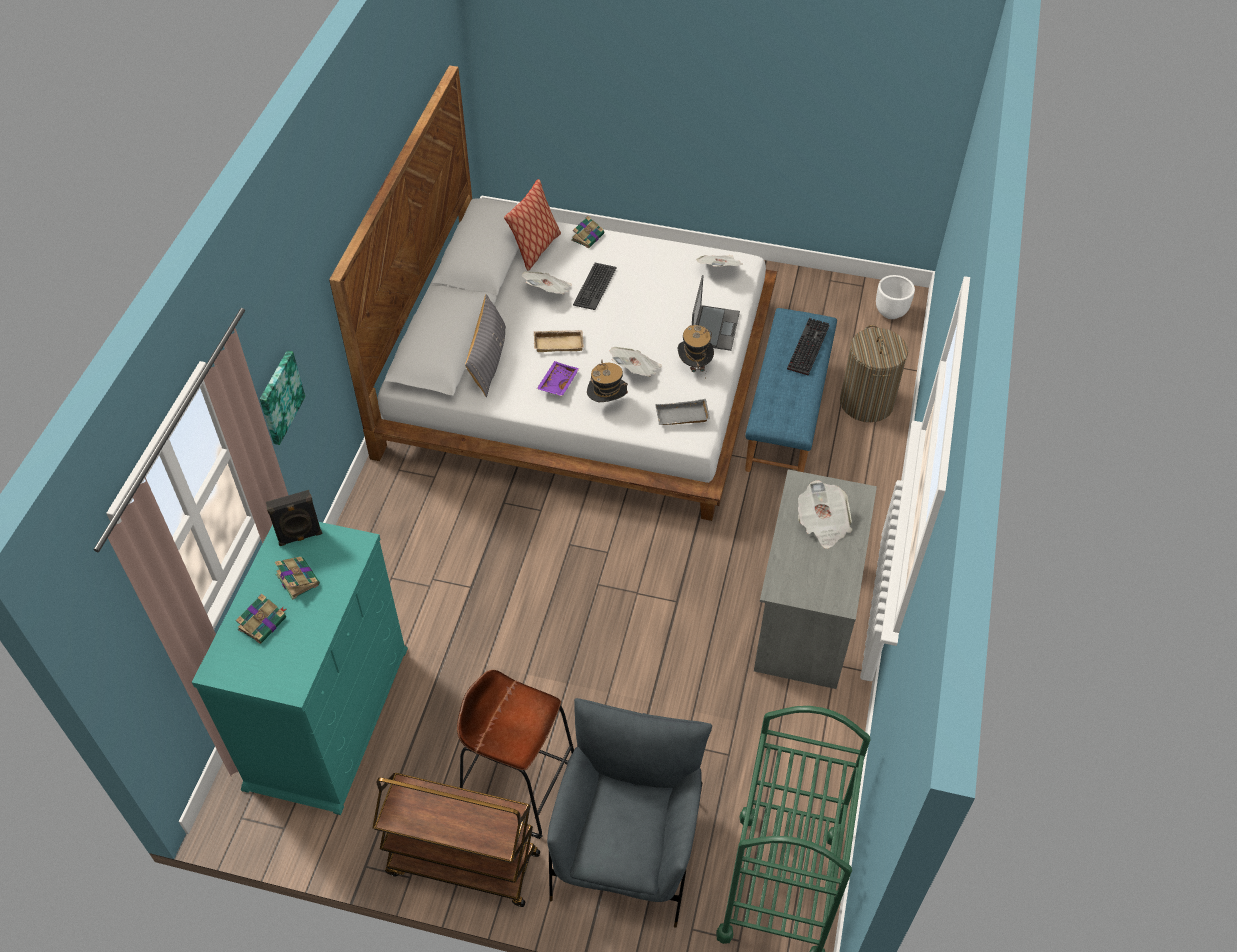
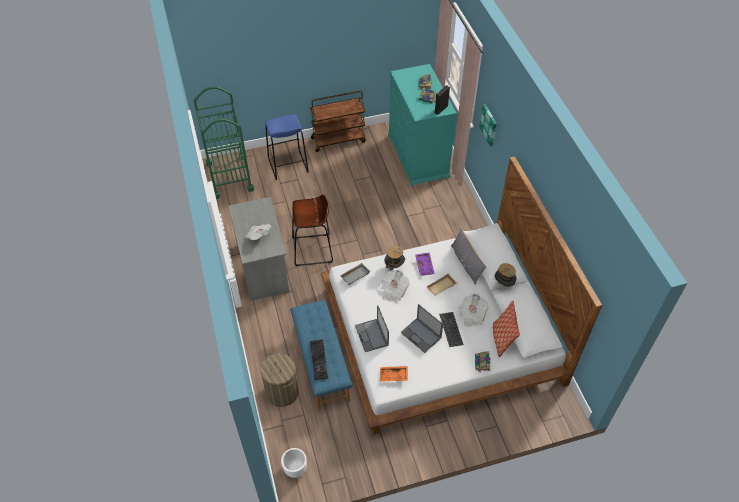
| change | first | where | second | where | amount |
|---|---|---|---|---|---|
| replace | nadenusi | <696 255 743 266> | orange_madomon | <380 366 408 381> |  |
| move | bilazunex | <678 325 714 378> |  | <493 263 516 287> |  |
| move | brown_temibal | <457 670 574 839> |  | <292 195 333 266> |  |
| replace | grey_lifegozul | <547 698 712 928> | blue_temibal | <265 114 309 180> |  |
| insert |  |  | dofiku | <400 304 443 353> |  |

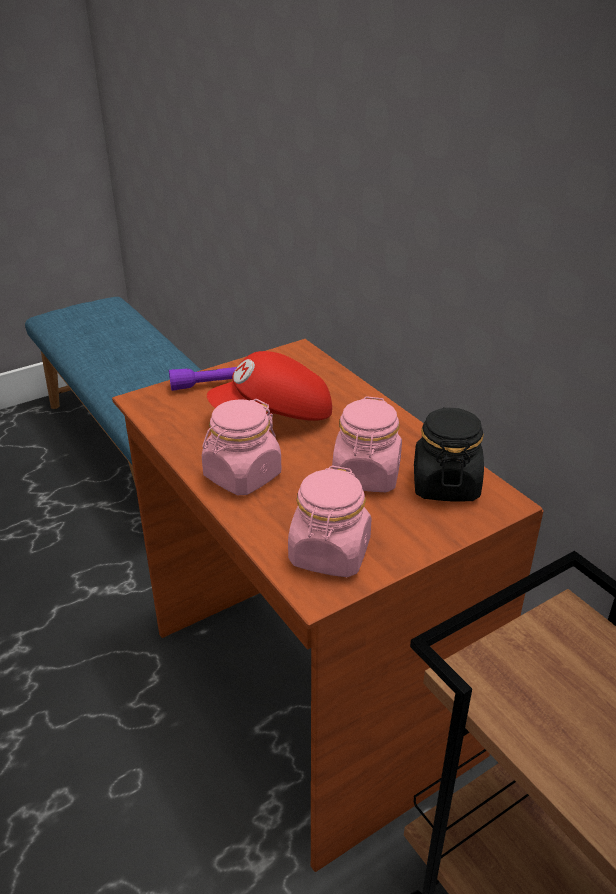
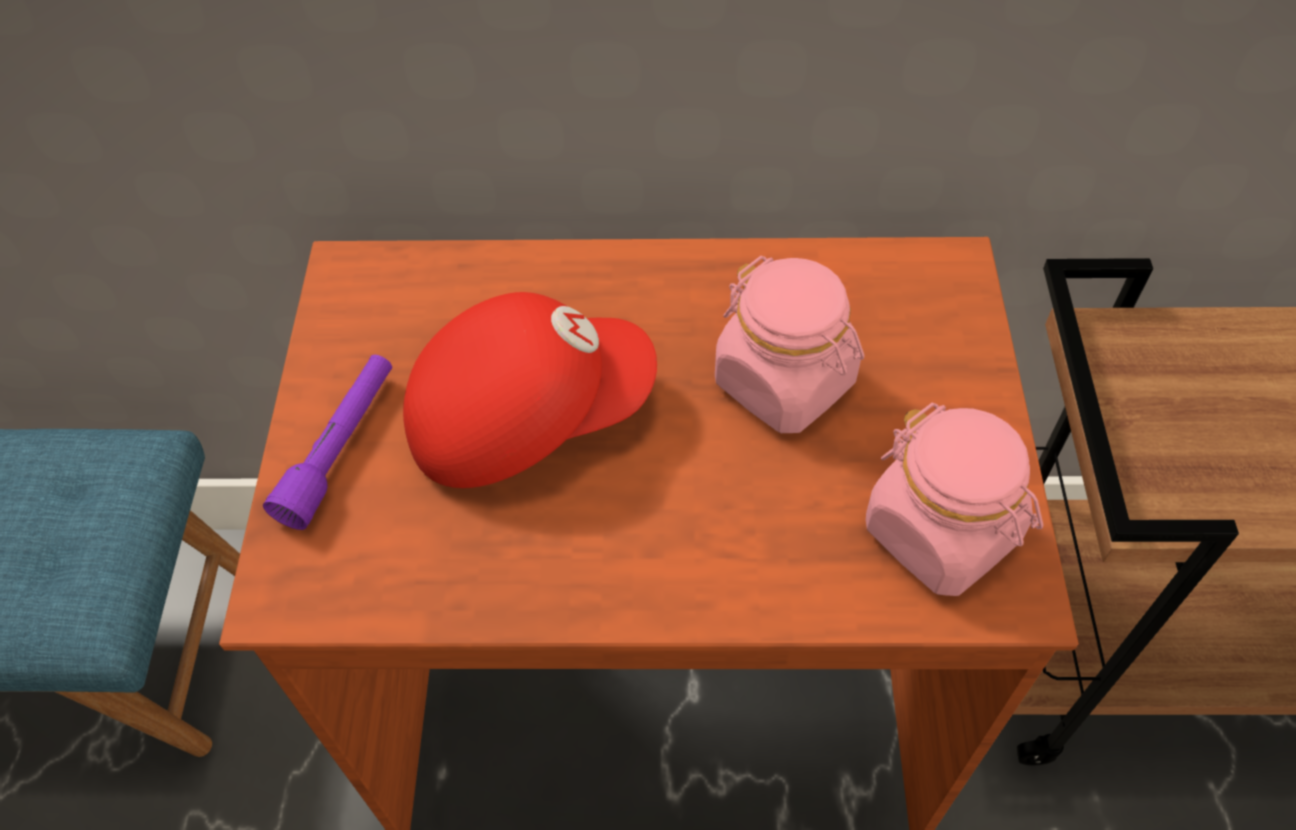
| change | first | where | second | where | amount |
|---|---|---|---|---|---|
| rotate | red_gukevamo | <207 351 332 421> |  | <403 292 657 488> | 120 degrees counterclockwise |
| delete | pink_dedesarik | <202 399 281 495> |  |  |  |
| delete | black_dedesarik | <414 407 484 501> |  |  |  |

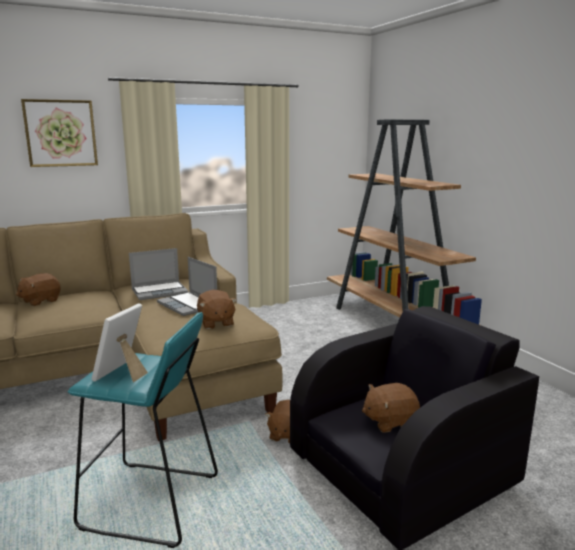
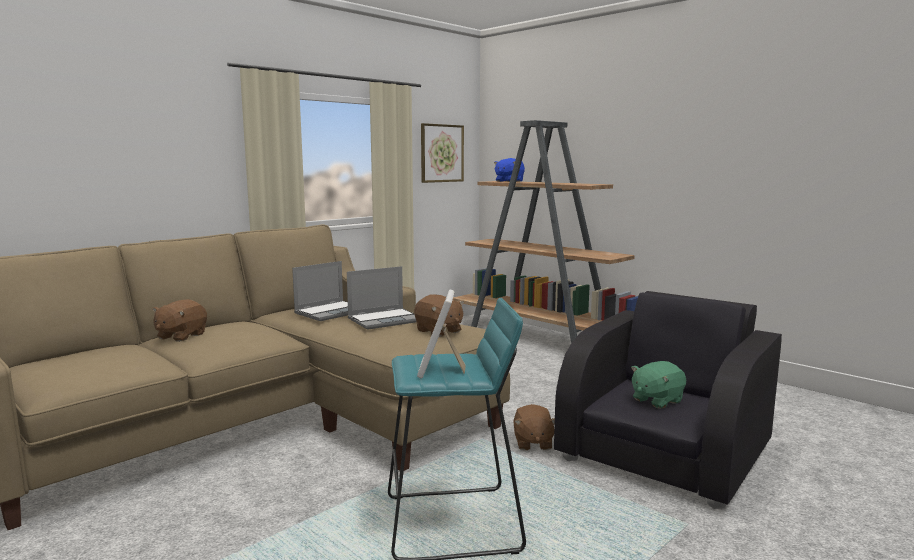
| change | first | where | second | where | amount |
|---|---|---|---|---|---|
| move | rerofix | <21 99 98 167> |  | <421 123 464 183> |  |
| rotate | dofiku | <157 257 217 316> |  | <347 266 416 330> | 60 degrees counterclockwise |
| recolor | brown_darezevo | <362 383 420 433> | green_darezevo | <631 361 686 408> |  |
| insert |  |  | blue_darezevo | <494 158 525 182> |  |

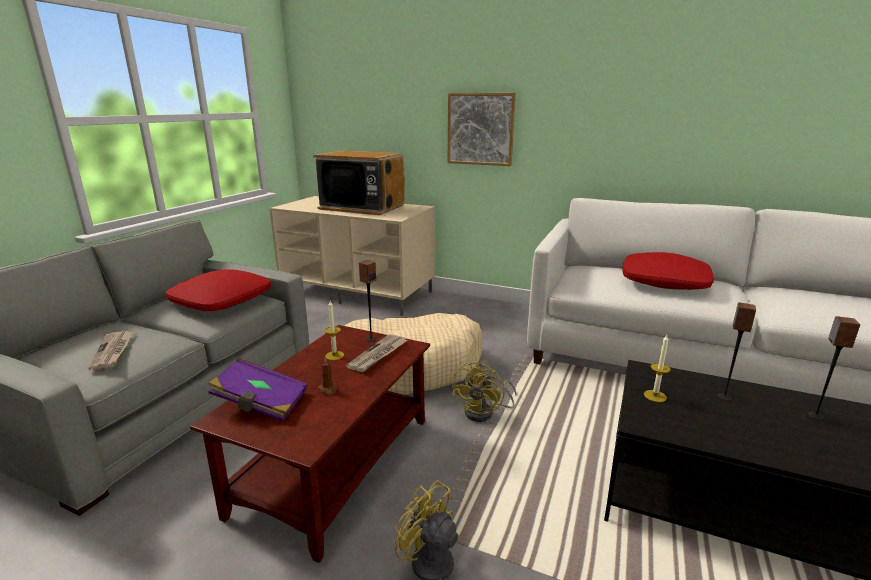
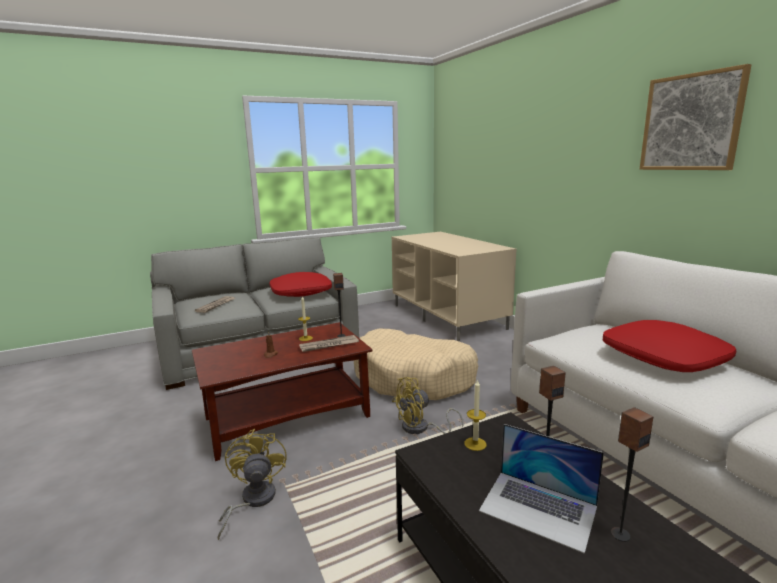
| change | first | where | second | where | amount |
|---|---|---|---|---|---|
| move | rerofix | <447 93 516 166> |  | <640 64 752 170> |  |
| delete | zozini | <313 151 405 215> |  |  |  |
| delete | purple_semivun | <208 358 307 422> |  |  |  |
| insert |  |  | dofiku | <479 424 604 554> |  |

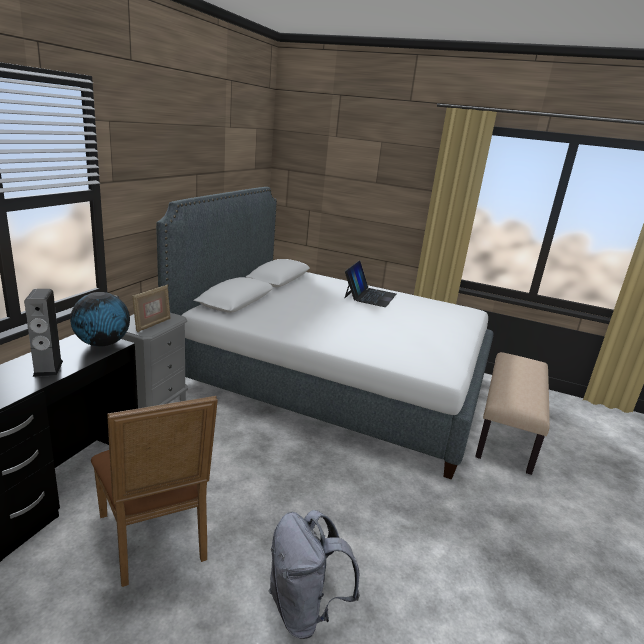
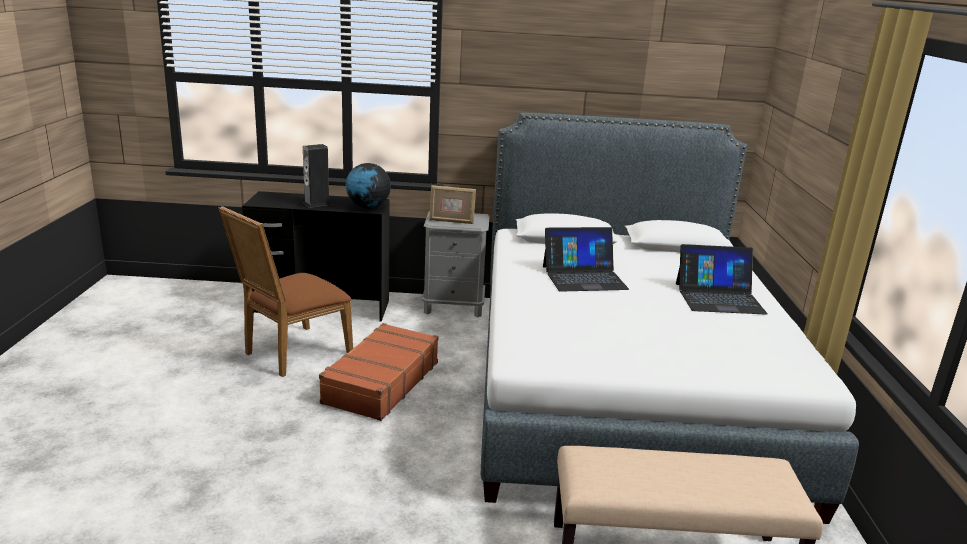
| change | first | where | second | where | amount |
|---|---|---|---|---|---|
| delete | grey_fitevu | <269 510 360 639> |  |  |  |
| insert |  |  | dofiku | <543 227 629 292> |  |
| insert |  |  | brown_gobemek | <319 323 439 421> |  |

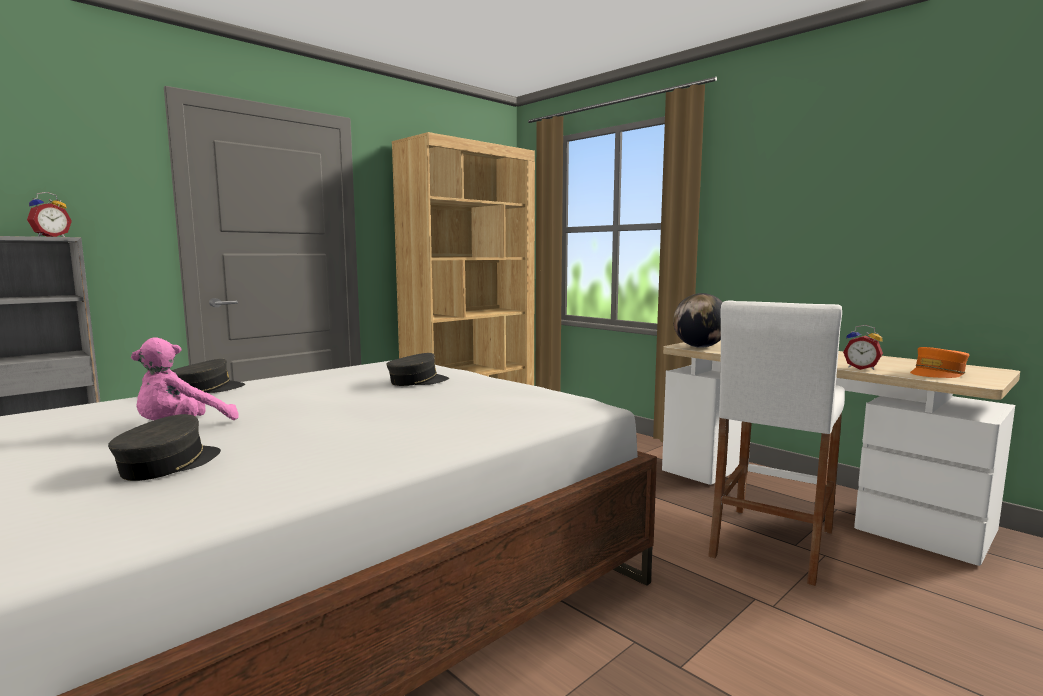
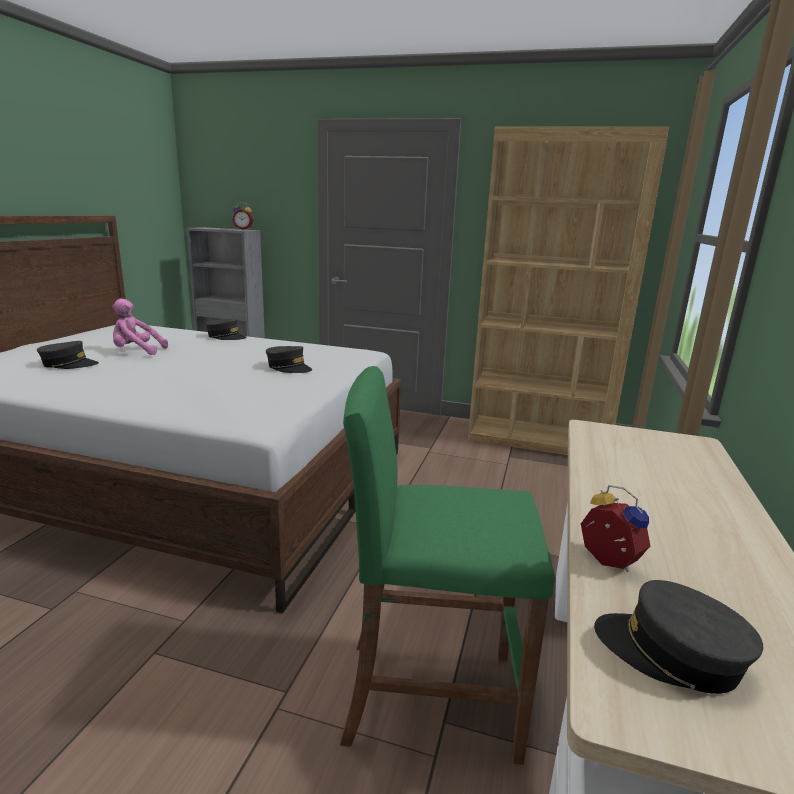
| change | first | where | second | where | amount |
|---|---|---|---|---|---|
| delete | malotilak | <673 293 723 348> |  |  |  |
| recolor | white_temibal | <708 301 845 586> | green_temibal | <340 366 555 765> |  |
| rotate | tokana | <843 325 883 370> |  | <581 485 650 572> | 135 degrees clockwise |
| recolor | orange_gukevamo | <910 347 969 378> | grey_gukevamo | <594 580 763 694> |  |

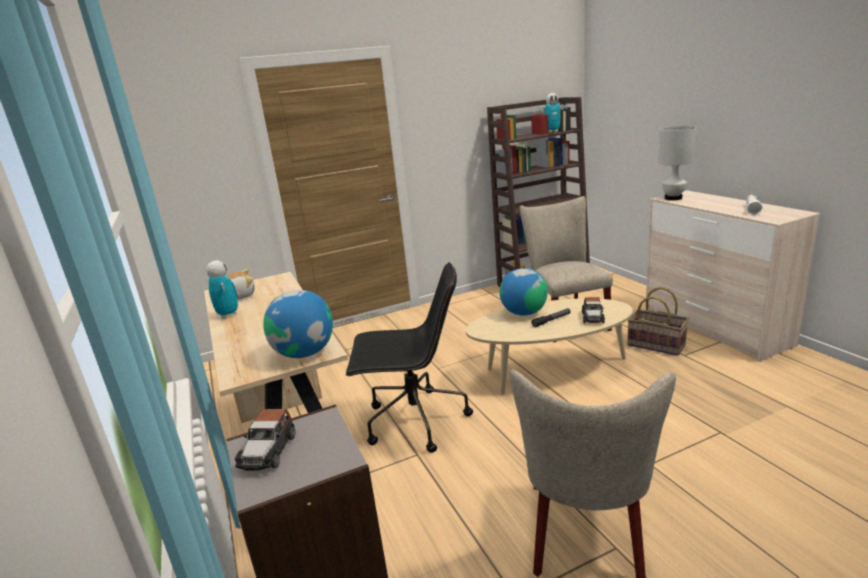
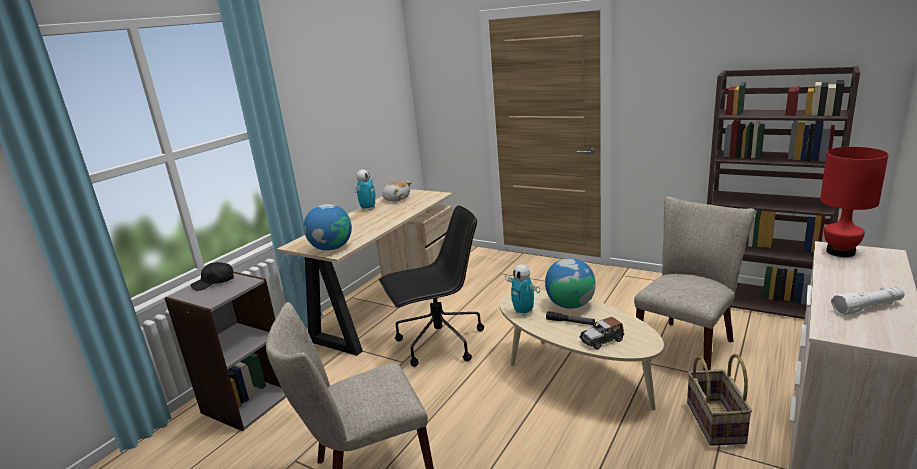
| change | first | where | second | where | amount |
|---|---|---|---|---|---|
| move | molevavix | <537 93 568 133> |  | <505 264 540 316> |  |
| recolor | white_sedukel | <658 126 696 200> | red_sedukel | <820 147 889 257> |  |
| rotate | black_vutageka | <346 262 473 453> |  | <379 205 484 367> | 75 degrees counterclockwise |
| replace | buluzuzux | <235 409 296 470> | black_gukevamo | <191 262 234 291> |  |

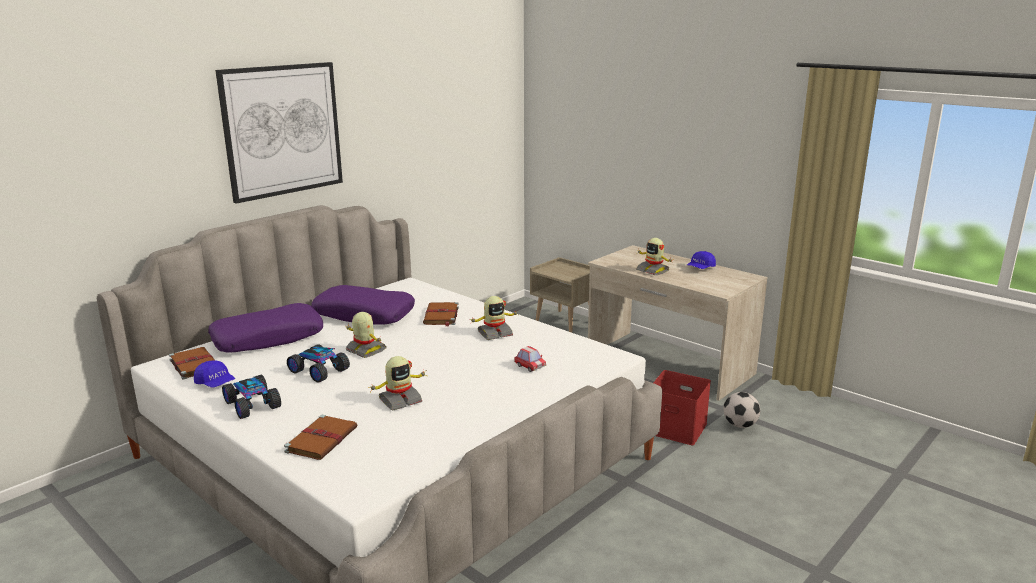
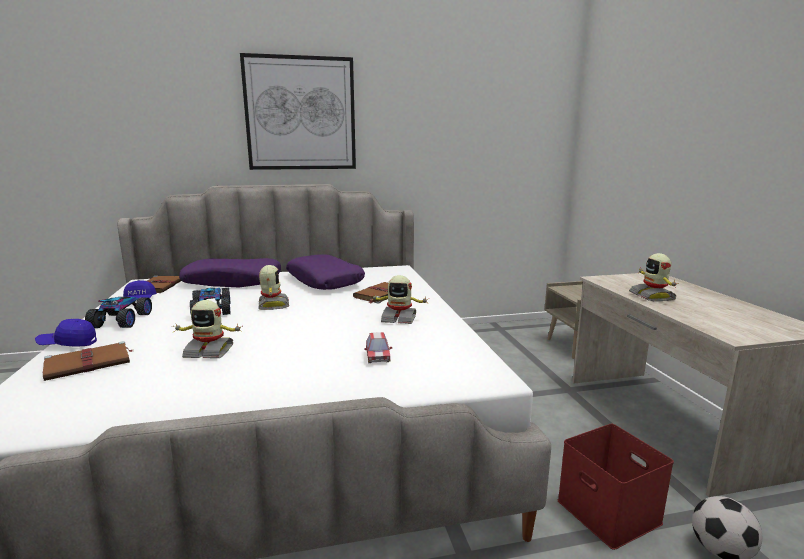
| change | first | where | second | where | amount |
|---|---|---|---|---|---|
| move | blue_gukevamo | <687 251 716 269> |  | <35 319 97 346> |  |

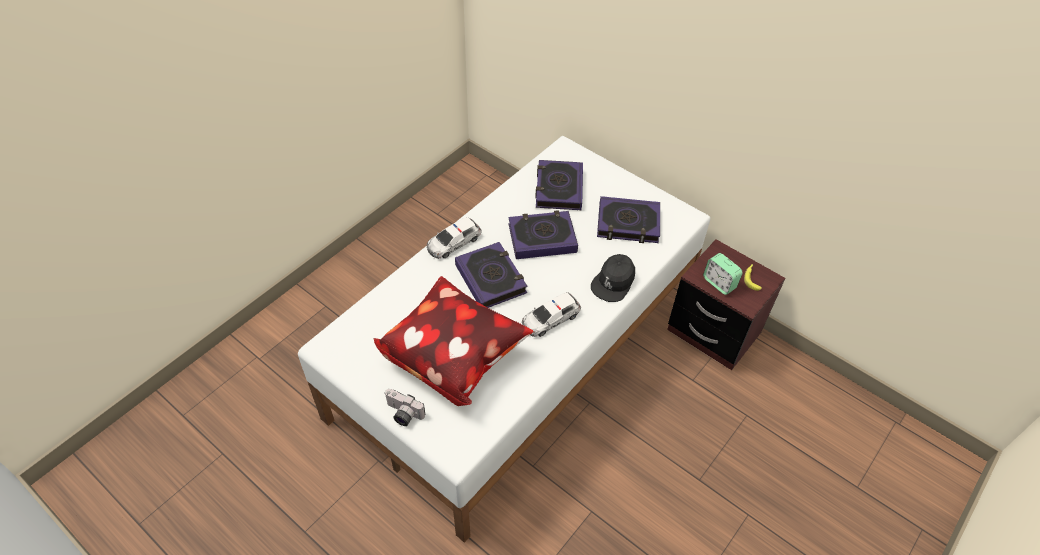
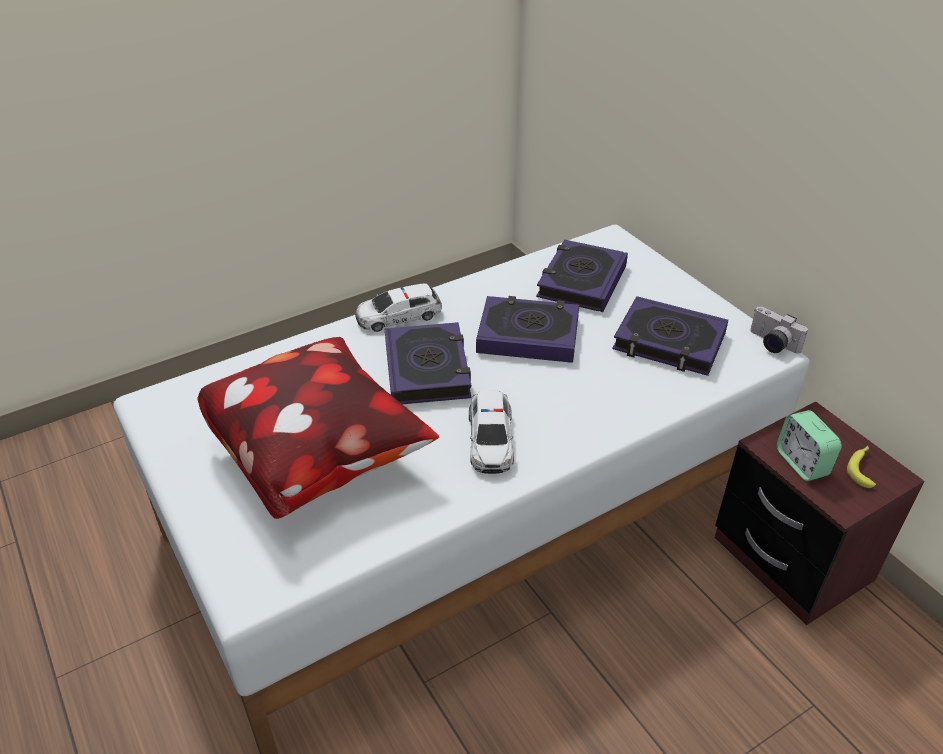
| change | first | where | second | where | amount |
|---|---|---|---|---|---|
| delete | black_gukevamo | <591 254 635 302> |  |  |  |
| rotate | buluzuzux | <522 292 581 337> |  | <469 391 514 474> | 75 degrees counterclockwise |
| move | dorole | <385 389 425 426> |  | <750 306 808 353> |  |

